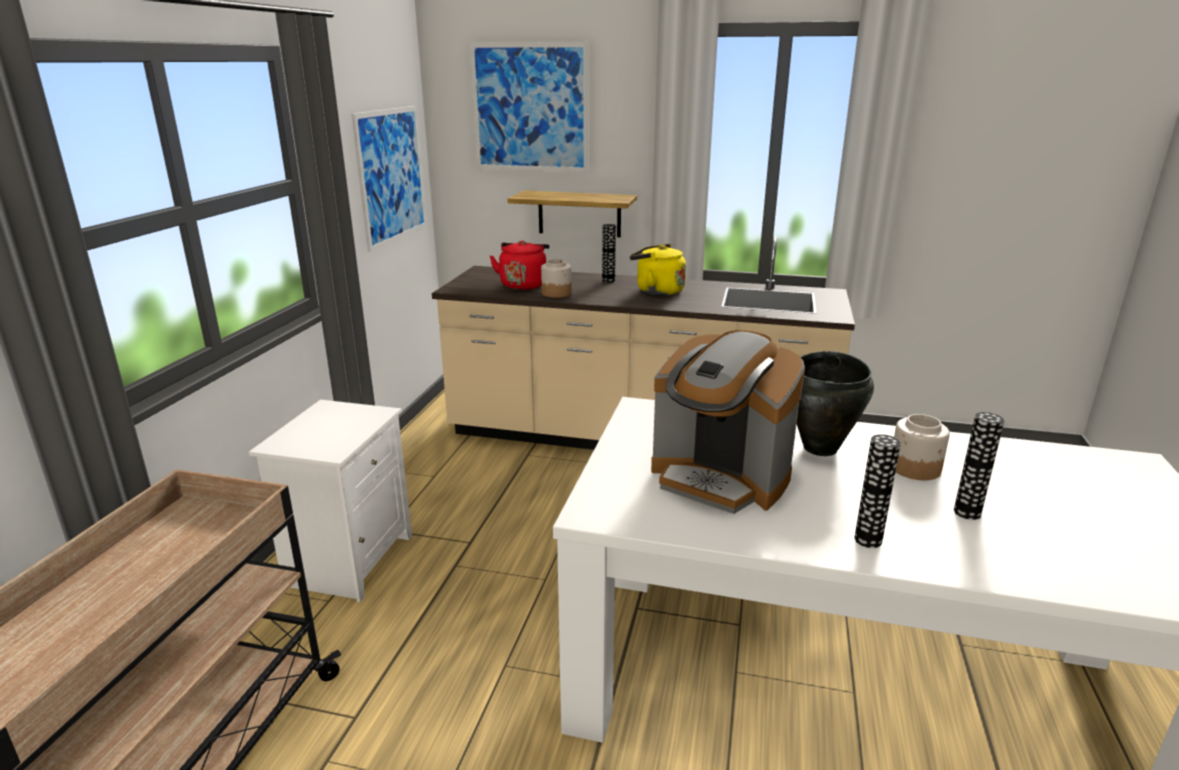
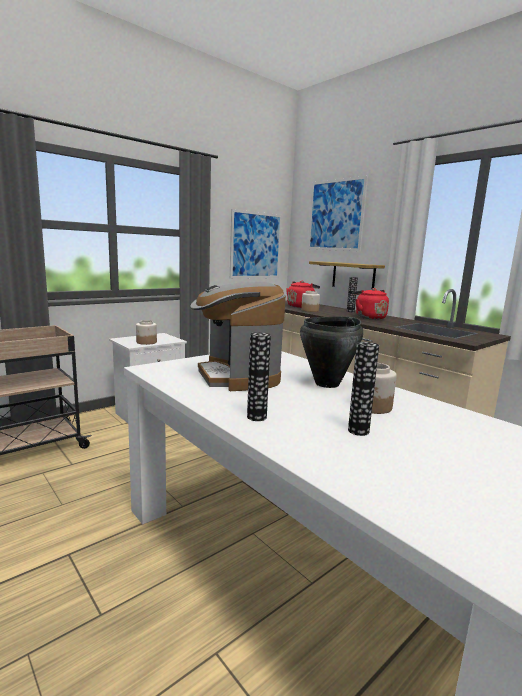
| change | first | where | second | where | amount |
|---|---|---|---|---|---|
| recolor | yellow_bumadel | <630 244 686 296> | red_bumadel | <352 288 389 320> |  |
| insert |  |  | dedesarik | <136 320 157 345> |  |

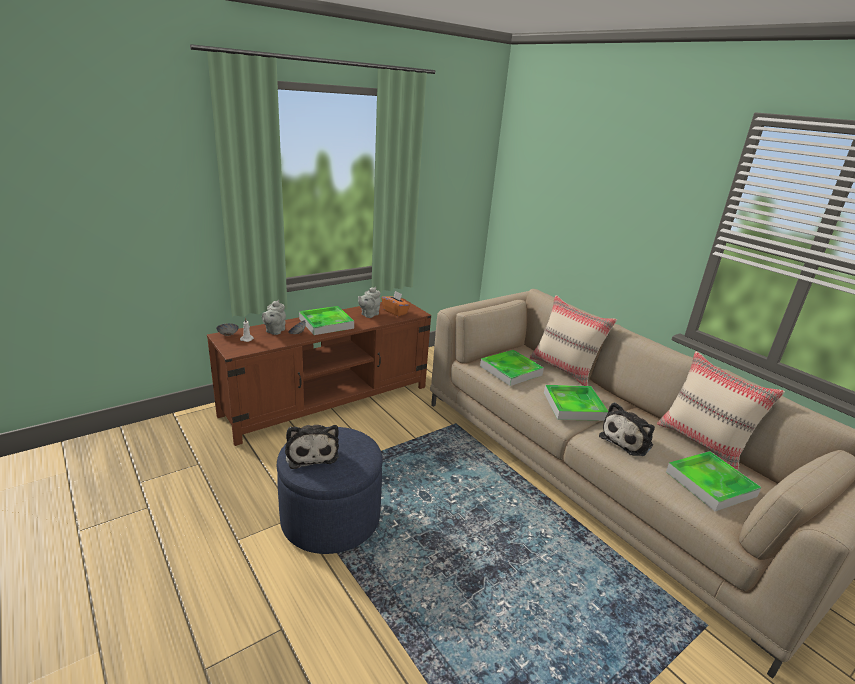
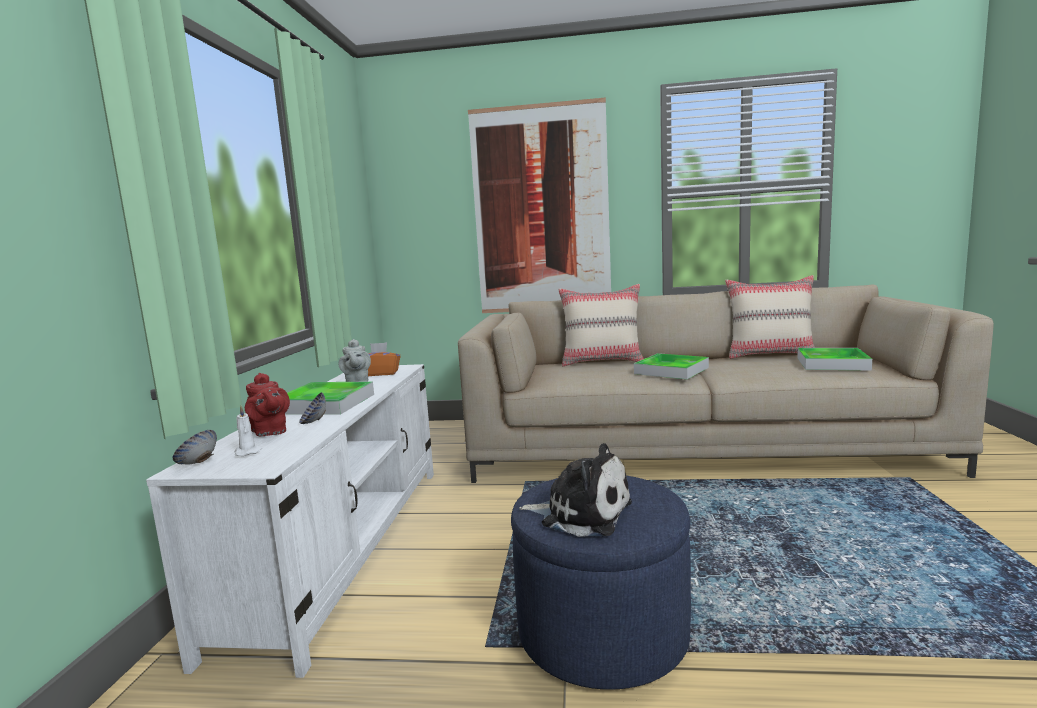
| change | first | where | second | where | amount |
|---|---|---|---|---|---|
| recolor | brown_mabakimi | <207 298 431 446> | white_mabakimi | <146 364 434 678> |  |
| recolor | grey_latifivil | <262 300 286 335> | red_latifivil | <245 373 290 436> |  |
| delete | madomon | <480 350 544 386> |  |  |  |
| delete | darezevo | <599 402 655 456> |  |  |  |
| insert |  |  | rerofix | <468 97 611 313> |  |

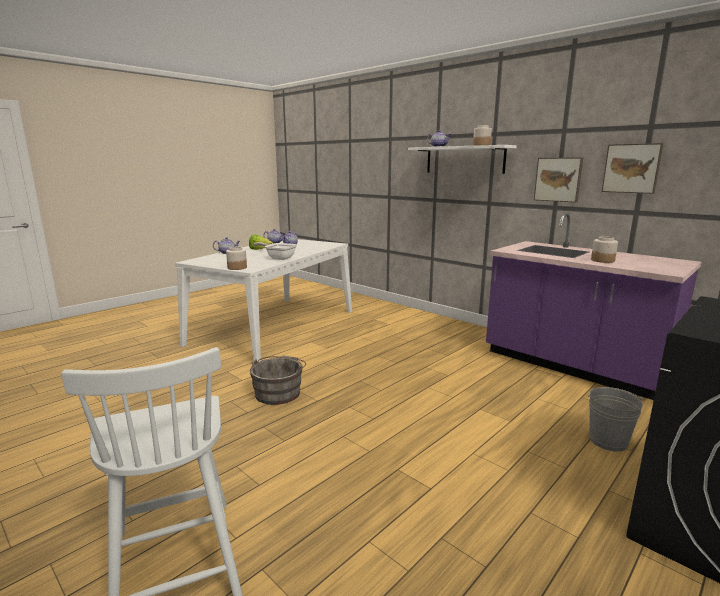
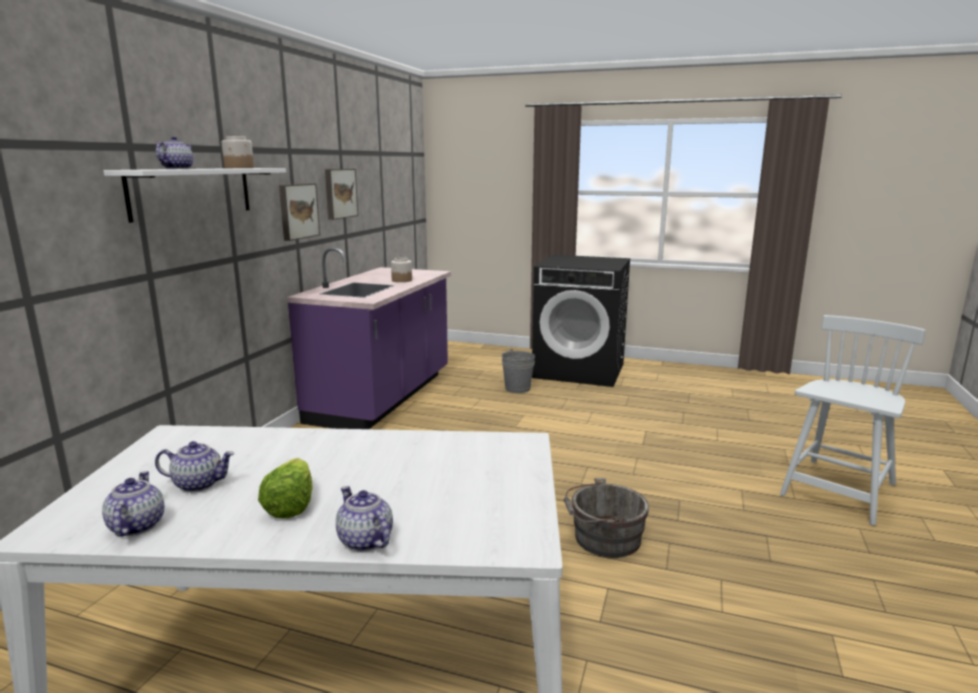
| change | first | where | second | where | amount |
|---|---|---|---|---|---|
| delete | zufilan | <253 242 297 260> |  |  |  |
| delete | dedesarik | <226 247 247 270> |  |  |  |

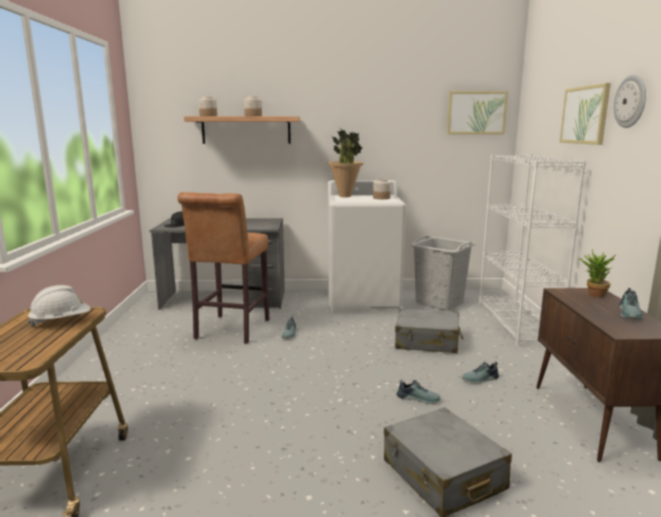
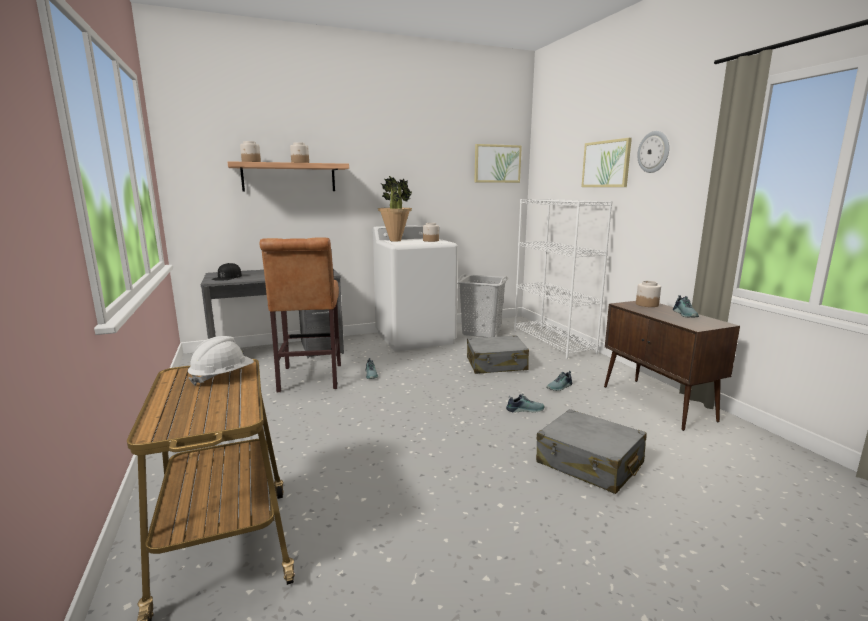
| change | first | where | second | where | amount |
|---|---|---|---|---|---|
| replace | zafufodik | <579 250 615 297> | dedesarik | <636 281 661 307> |  |

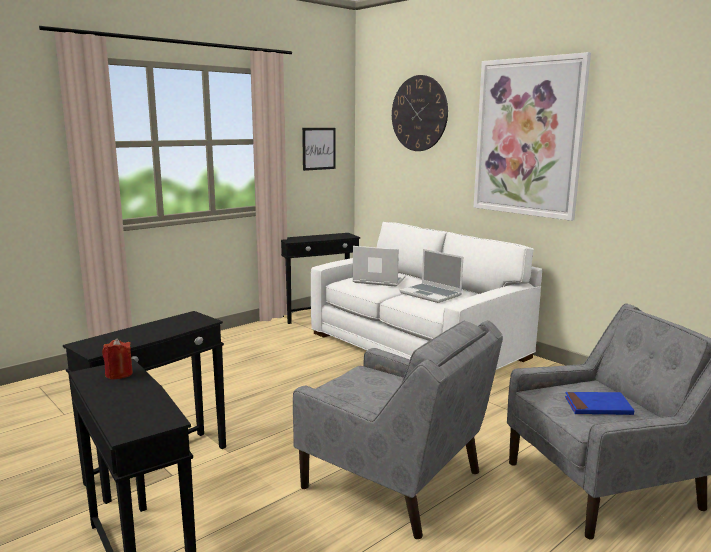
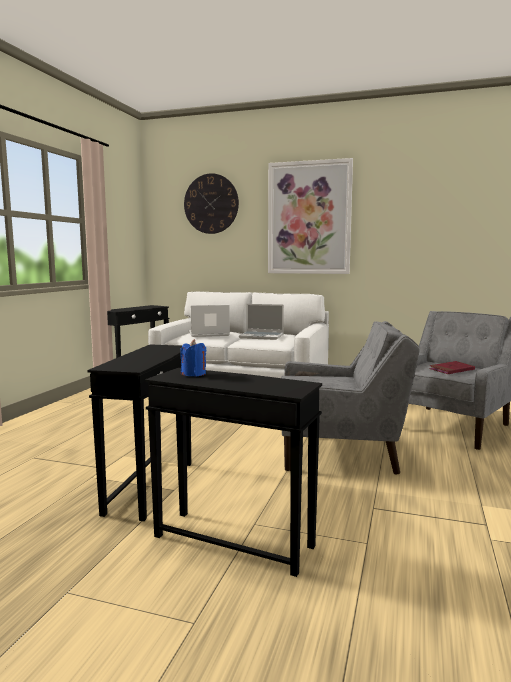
| change | first | where | second | where | amount |
|---|---|---|---|---|---|
| delete | rerofix | <302 128 336 171> |  |  |  |
| recolor | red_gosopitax | <102 338 133 379> | blue_gosopitax | <180 339 206 377> |  |
| recolor | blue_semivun | <565 392 634 415> | red_semivun | <429 361 475 374> |  |

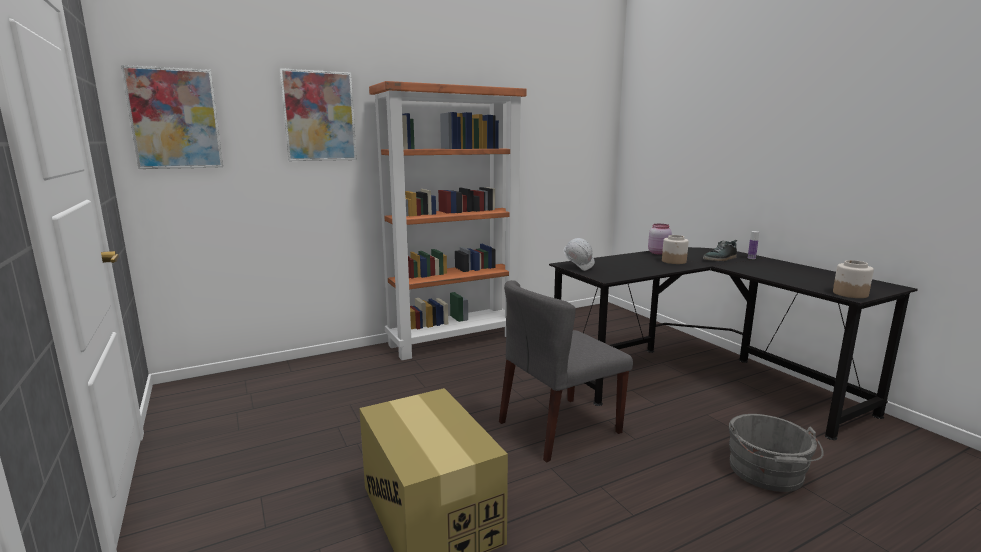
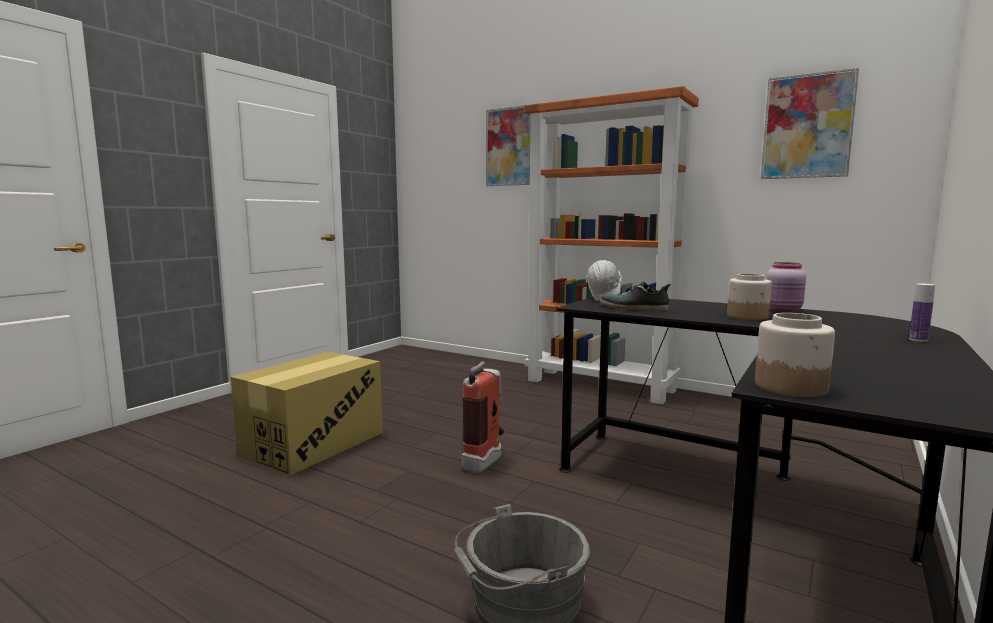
| change | first | where | second | where | amount |
|---|---|---|---|---|---|
| move | rerofix | <121 65 223 169> |  | <761 68 859 179> |  |
| move | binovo | <703 240 737 261> |  | <600 281 671 312> |  |
| replace | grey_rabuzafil | <499 280 633 463> | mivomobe | <461 361 504 473> |  |

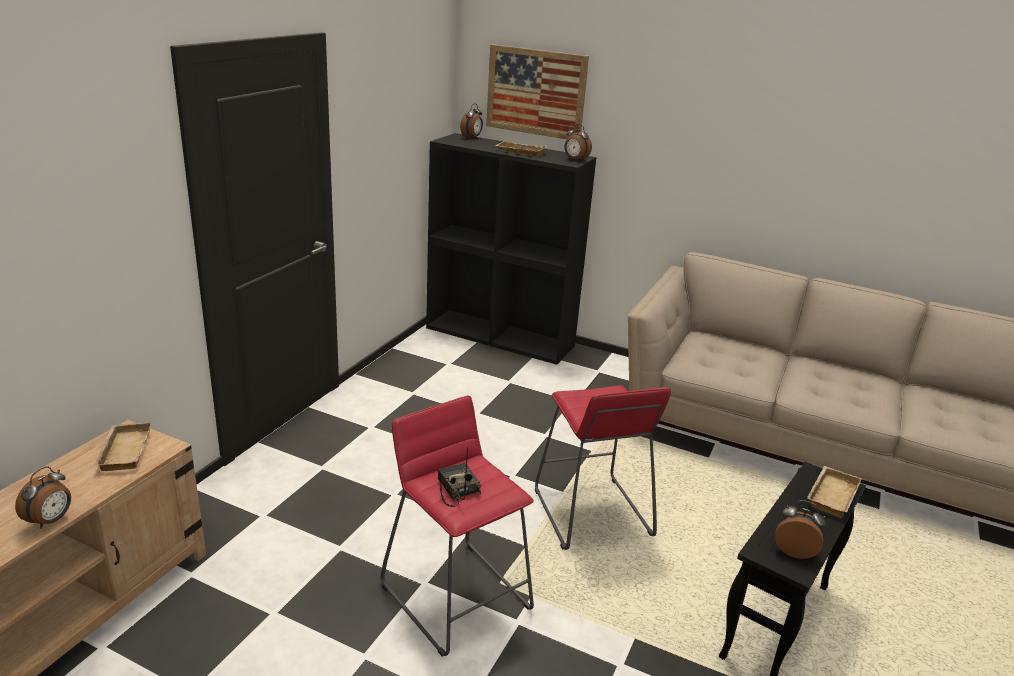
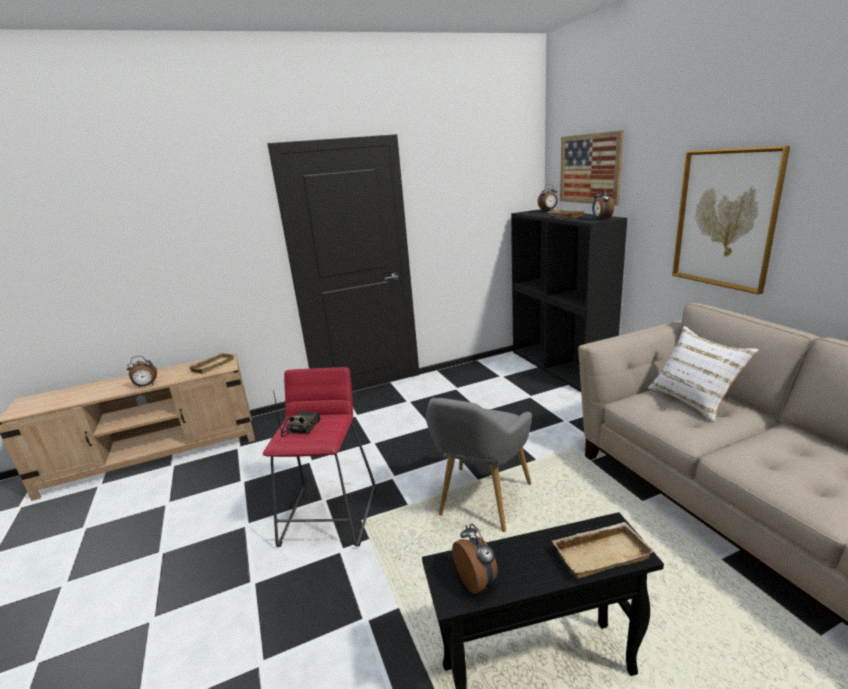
| change | first | where | second | where | amount |
|---|---|---|---|---|---|
| replace | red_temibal | <535 385 671 550> | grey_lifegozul | <426 398 532 532> |  |
| insert |  |  | rerofix | <672 146 790 295> |  |
| insert |  |  | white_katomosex | <648 326 759 422> |  |

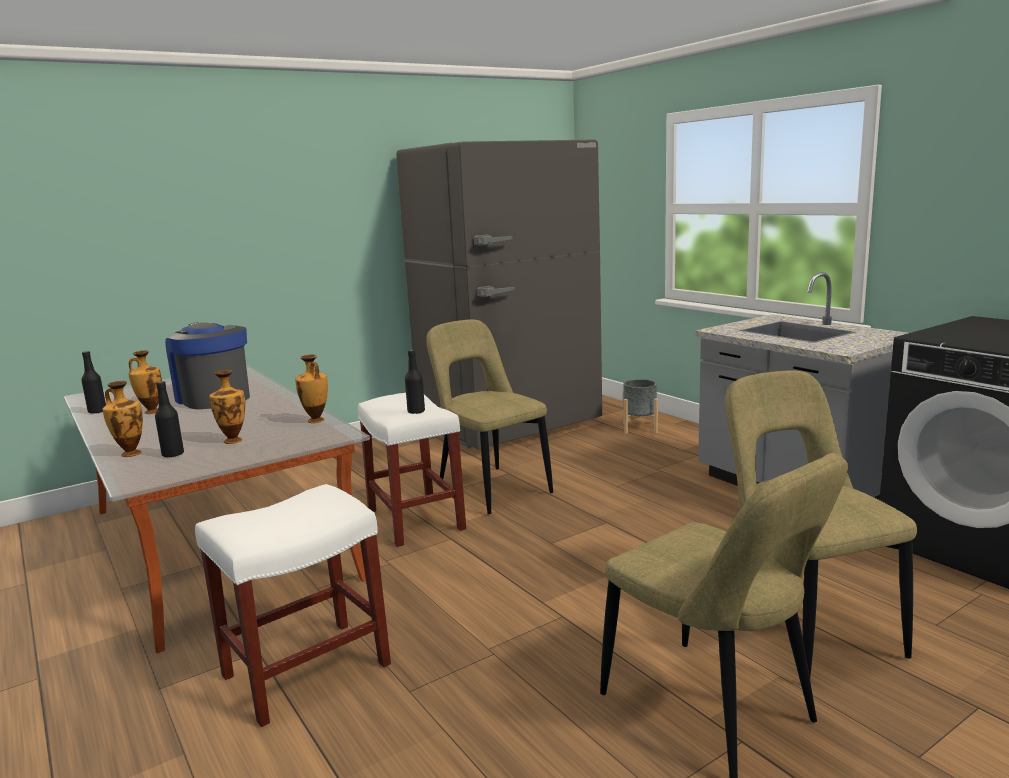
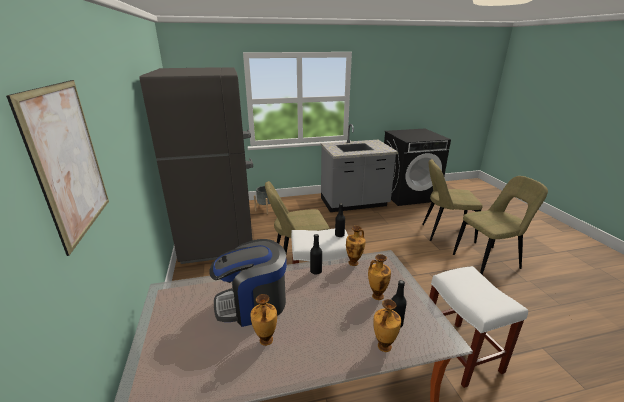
| change | first | where | second | where | amount |
|---|---|---|---|---|---|
| move | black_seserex | <81 351 106 414> |  | <310 234 322 275> |  |
| insert |  |  | rerofix | <6 80 109 256> |  |

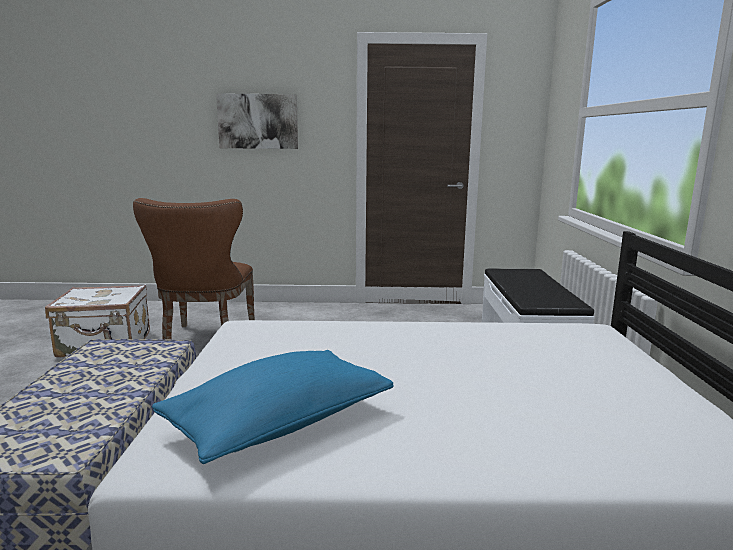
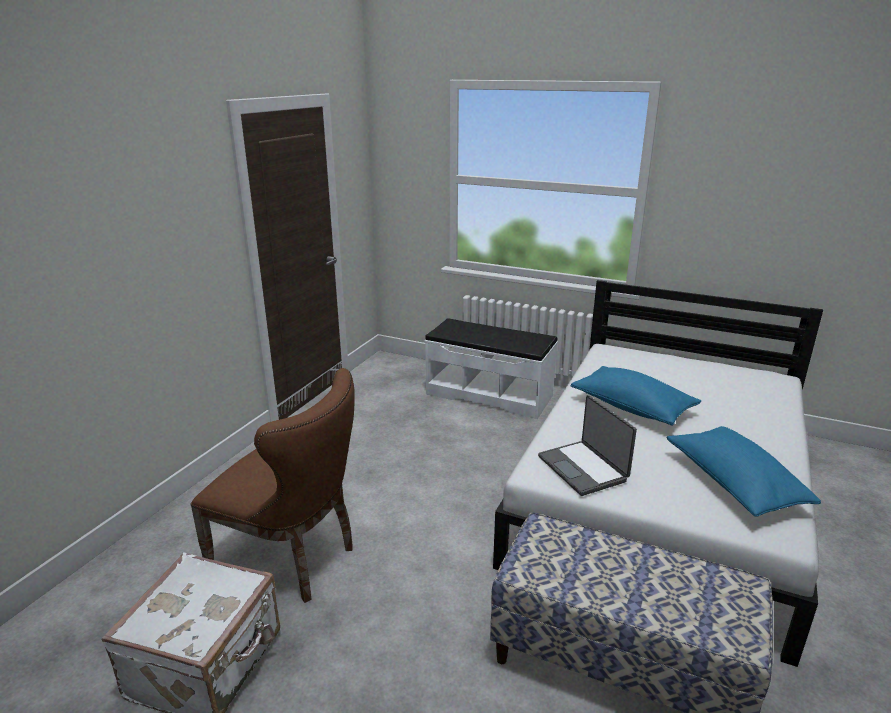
| change | first | where | second | where | amount |
|---|---|---|---|---|---|
| delete | rerofix | <216 93 298 149> |  |  |  |
| insert |  |  | blue_katomosex | <570 366 701 426> |  |
| insert |  |  | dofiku | <538 395 637 496> |  |

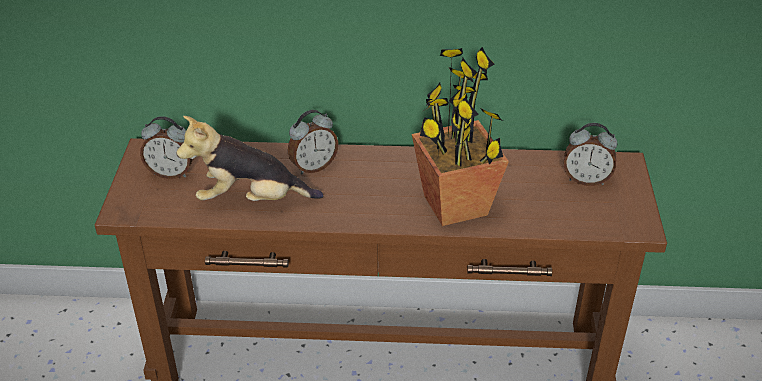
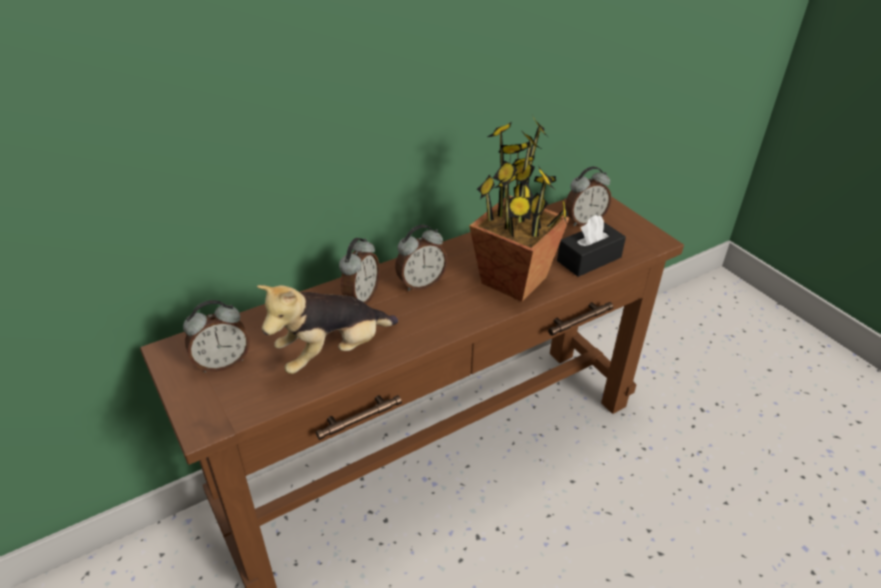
| change | first | where | second | where | amount |
|---|---|---|---|---|---|
| insert |  |  | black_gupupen | <557 215 626 277> |  |
| insert |  |  | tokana | <395 225 448 291> |  |

